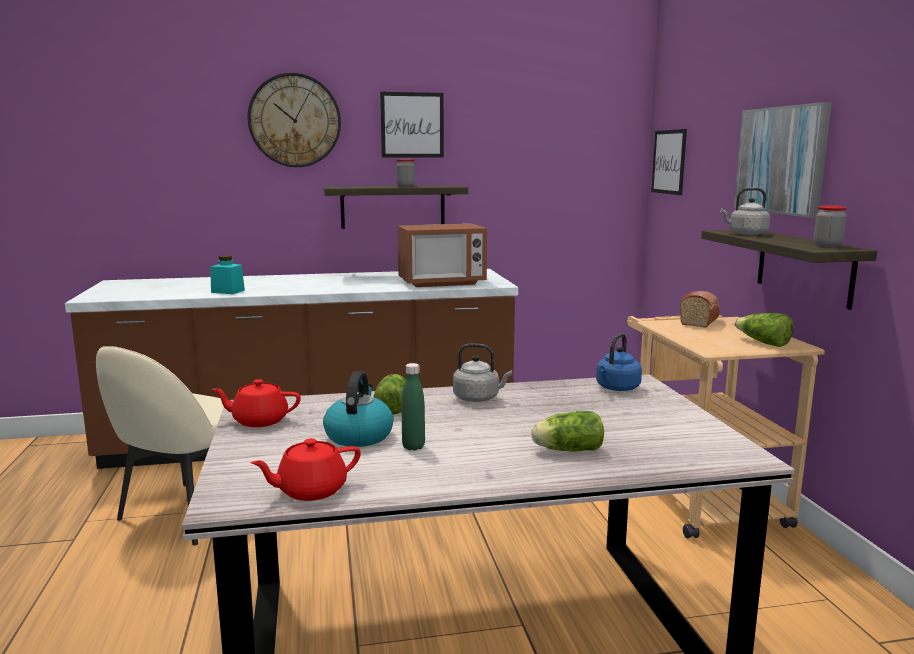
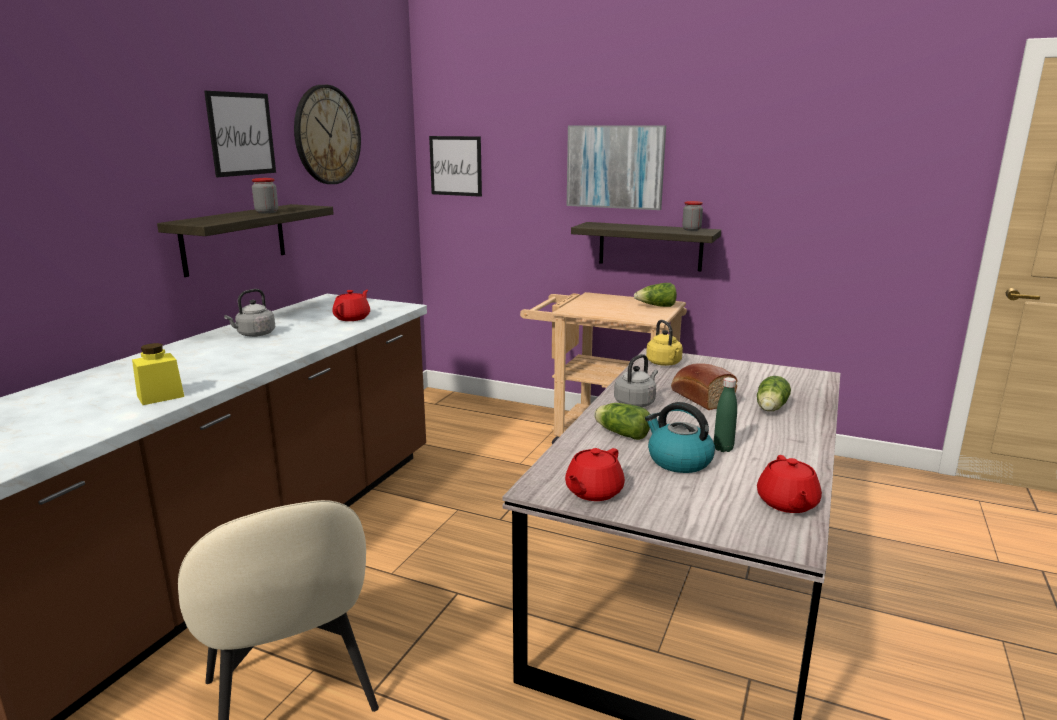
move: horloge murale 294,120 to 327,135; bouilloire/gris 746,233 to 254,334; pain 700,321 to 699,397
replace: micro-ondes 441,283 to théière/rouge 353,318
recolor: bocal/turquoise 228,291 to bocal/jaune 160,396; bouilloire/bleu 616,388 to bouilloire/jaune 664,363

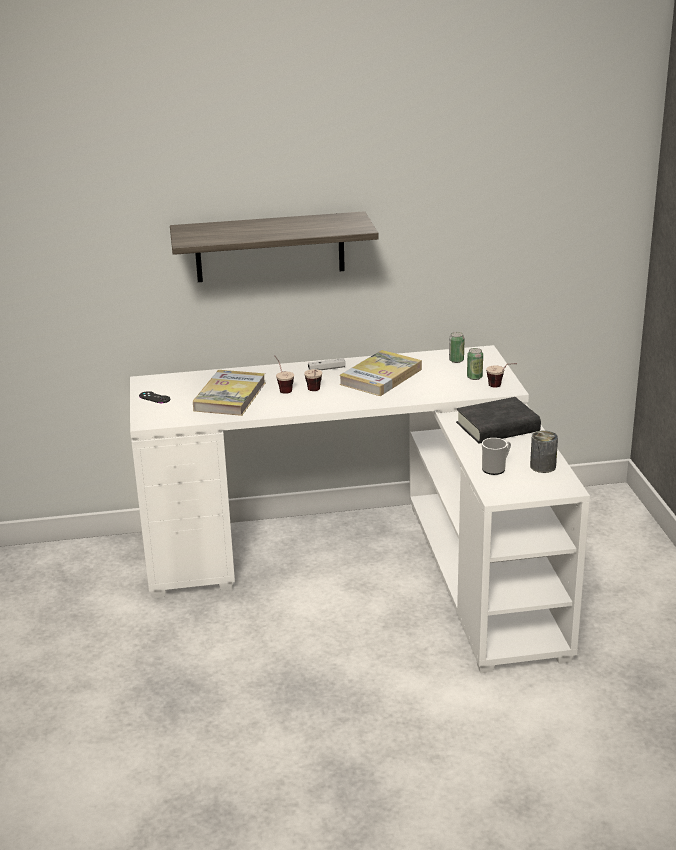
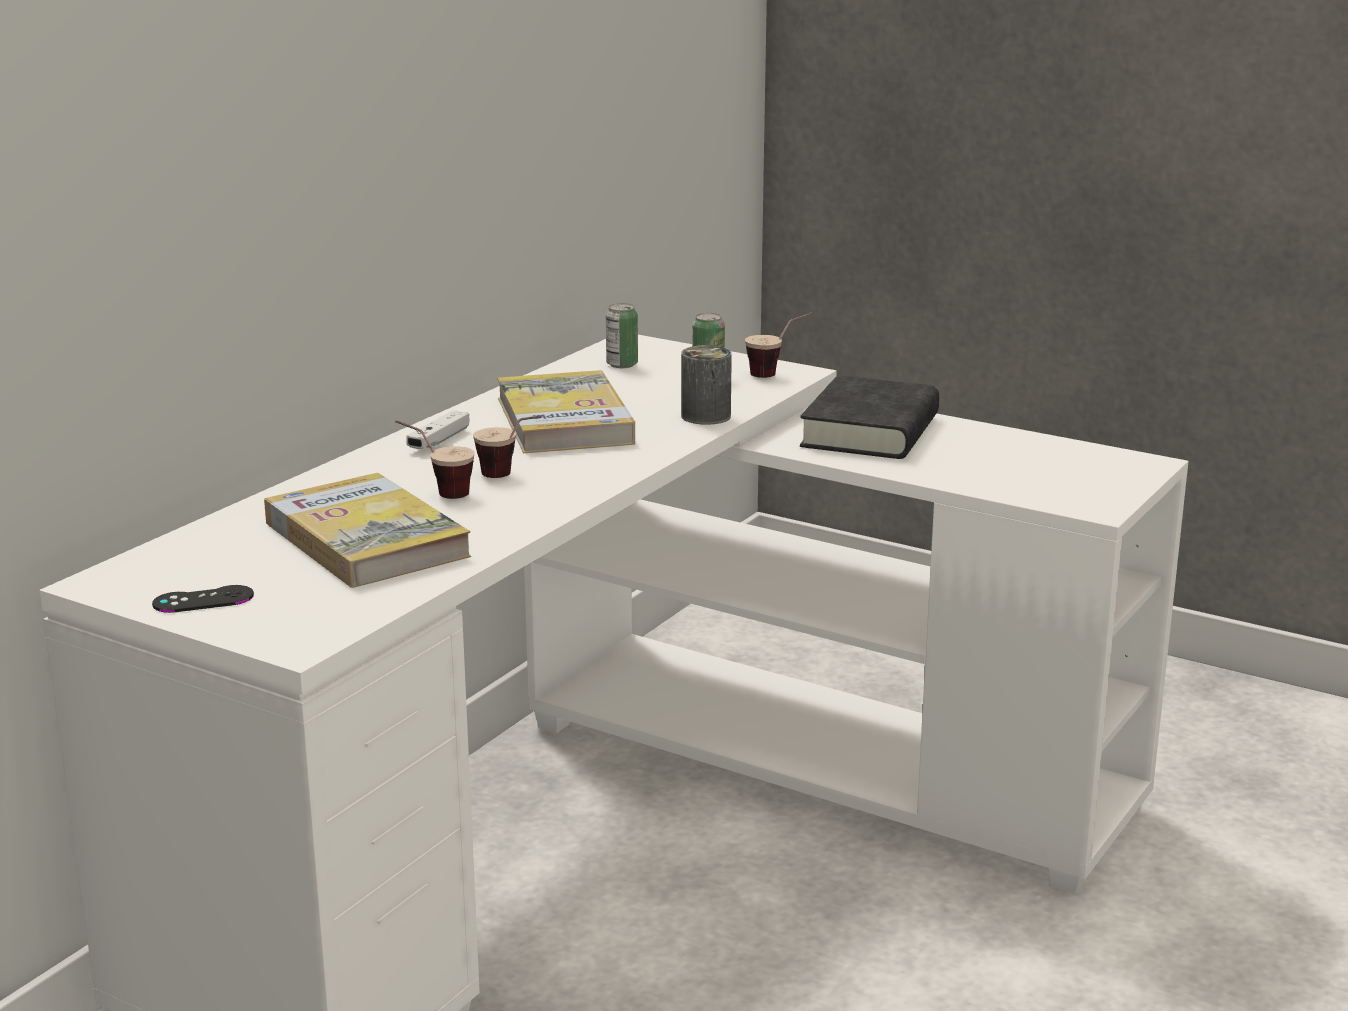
delete: étagère 270,247; mug 496,468
move: boîte métallique 543,466 to 706,416

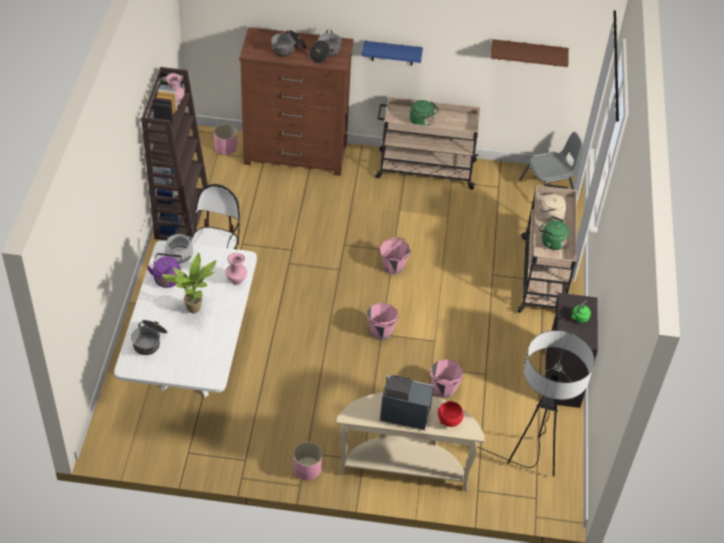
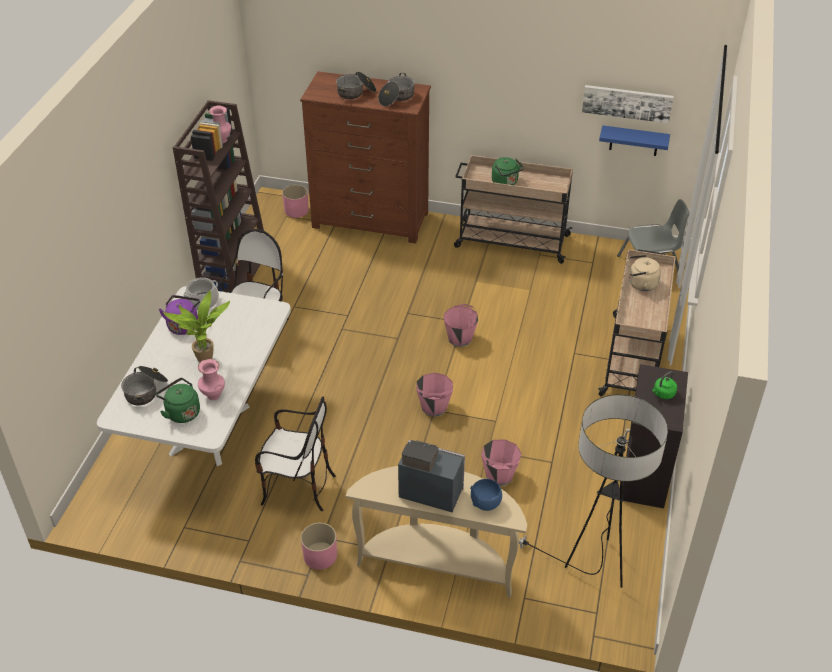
insert: chaise 297,488
move: étagère/bleu 392,53 to 634,141; bouilloire/vert 551,242 to 181,412; vase/rose 236,281 to 213,395
replace: étagère/marron 528,53 to tableau 627,103
recolor: bol/rouge 450,420 to bol/bleu 486,503

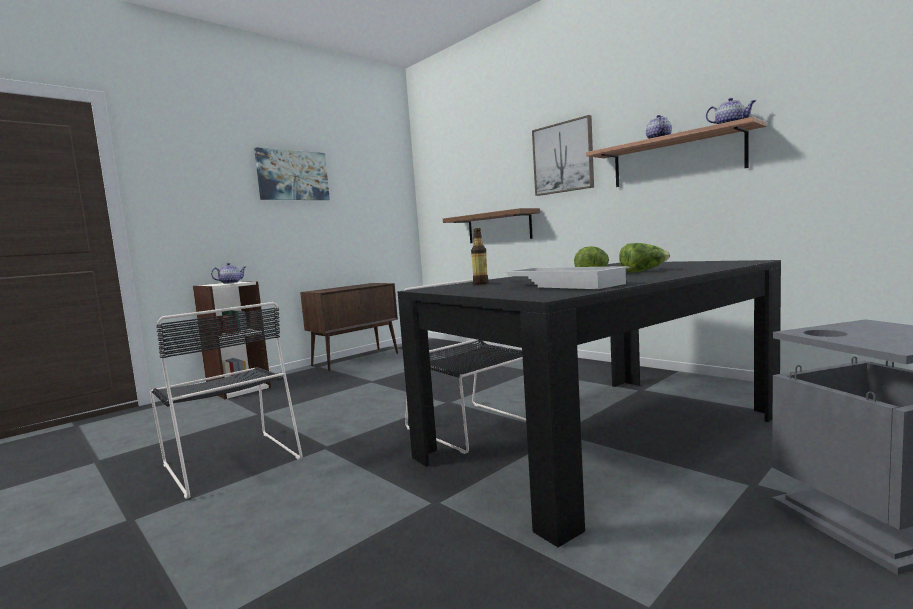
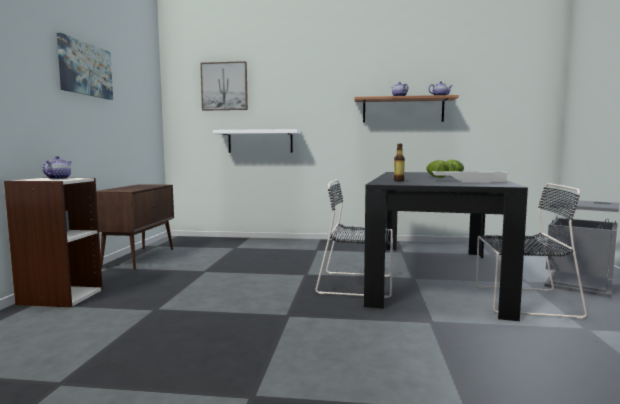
move: tableau 563,158 to 224,86; chaise/noir 230,460 to 521,301
recolor: étagère/marron 499,227 to étagère/blanc 260,141

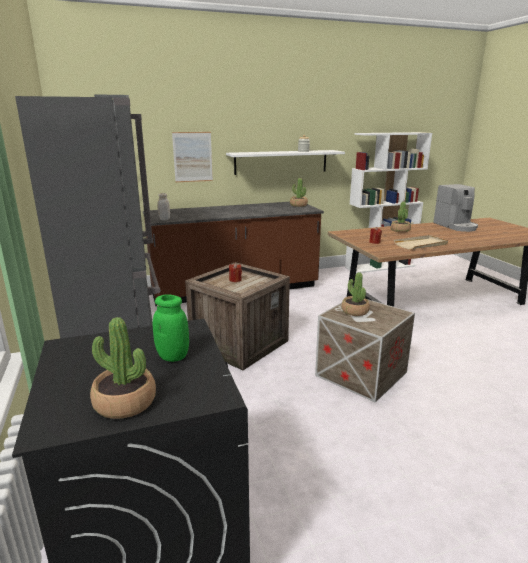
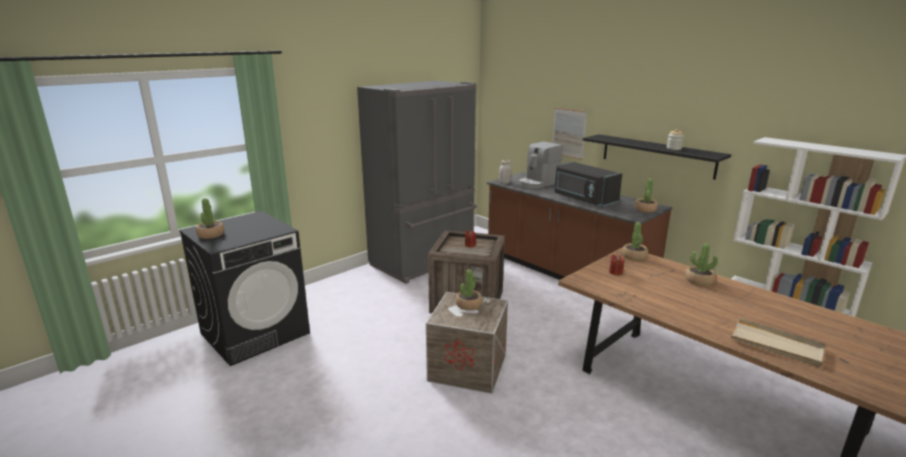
delete: bocal/vert 173,356
insert: micro-ondes/noir 583,199; plante en pot 634,257
move: machine à café 456,226 to 538,183; plateau/beige 421,244 to 776,345
recolor: étagère/blanc 281,162 to étagère/noir 657,155

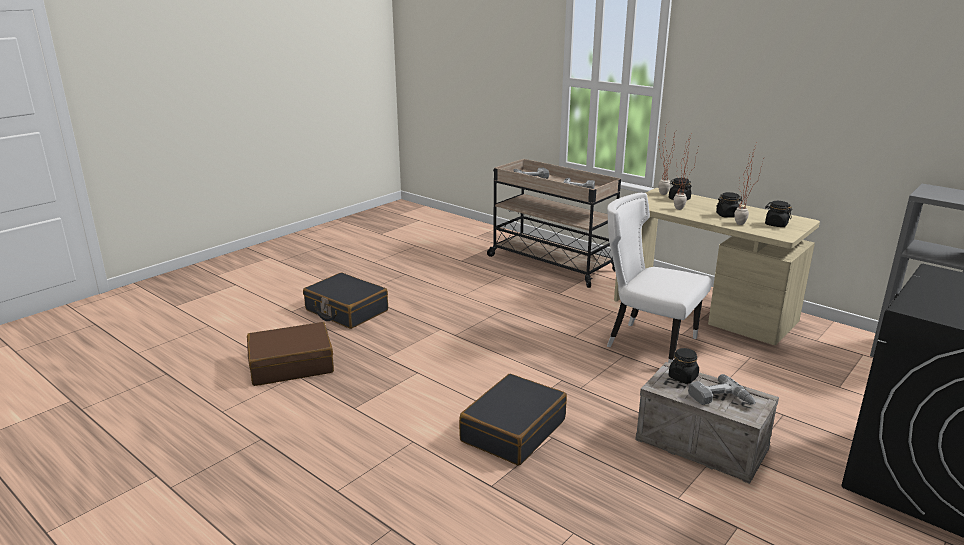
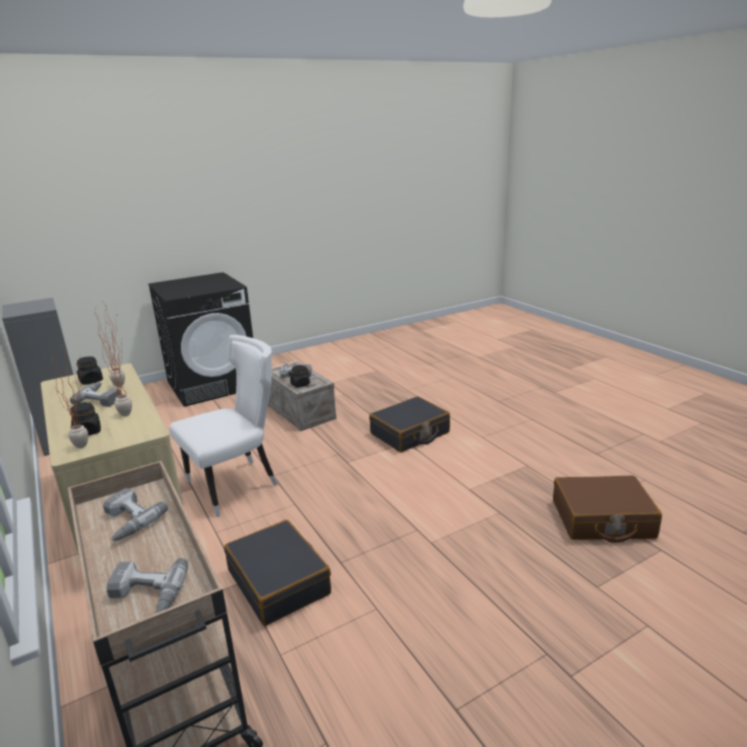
move: valise/noir 346,310 to 279,582
replace: bocal/noir 727,215 to perceuse 102,398
rotate: chaise/blanc 647,343 = 236,484 90 degrees counterclockwise

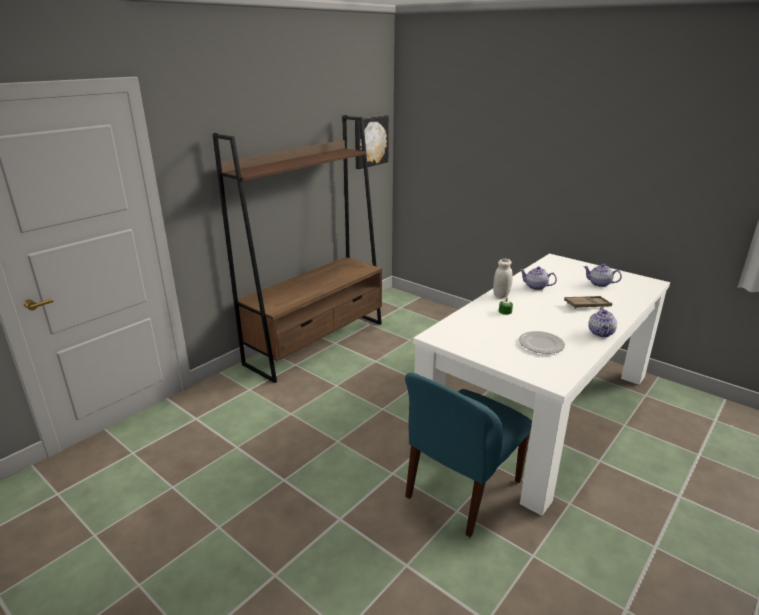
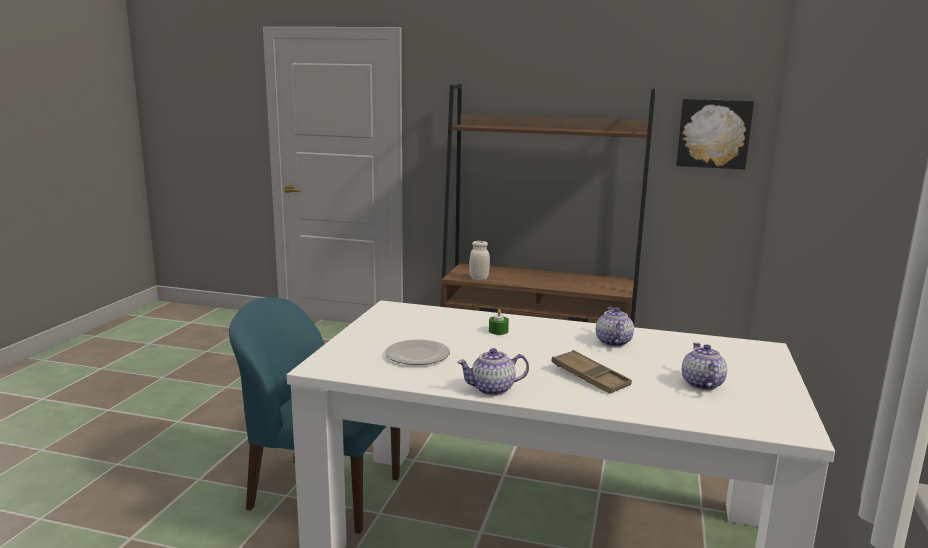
move: bocal/blanc 501,295 to 479,279

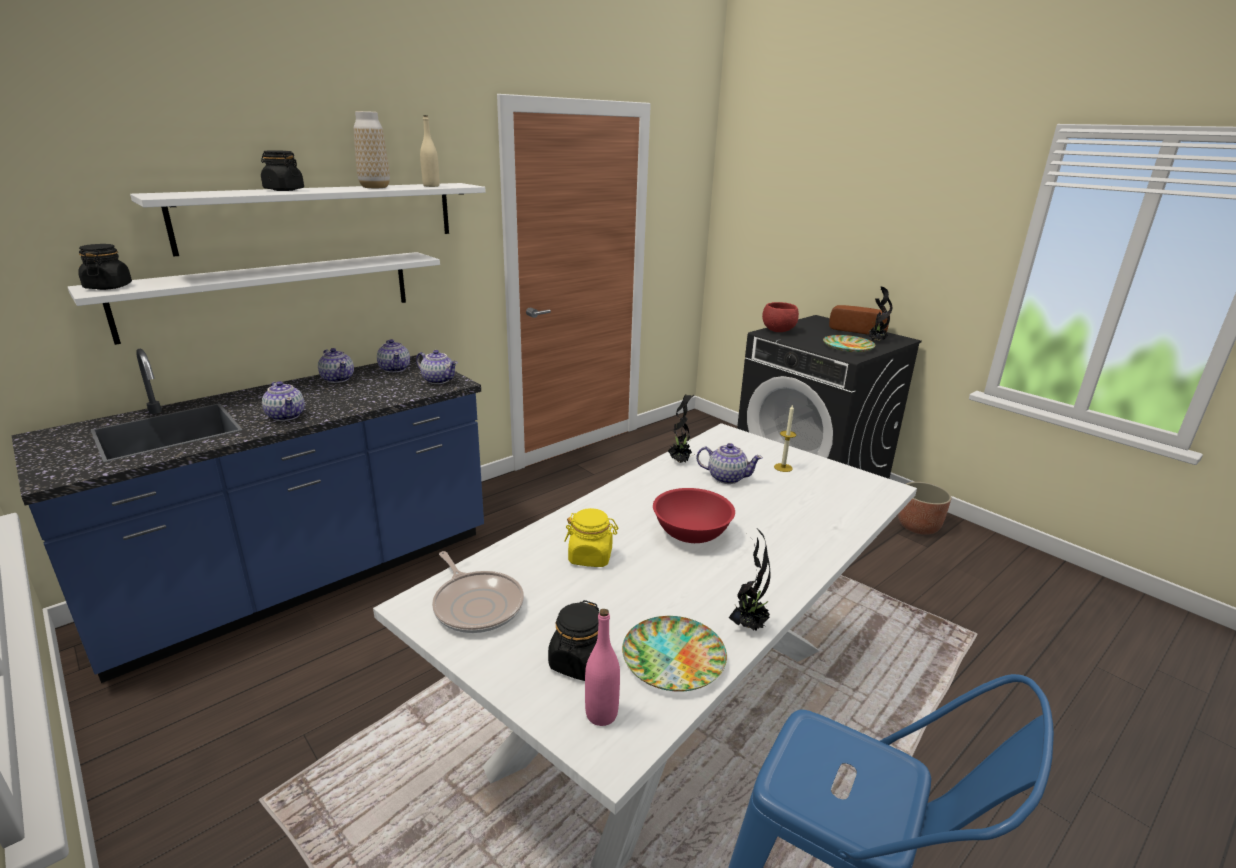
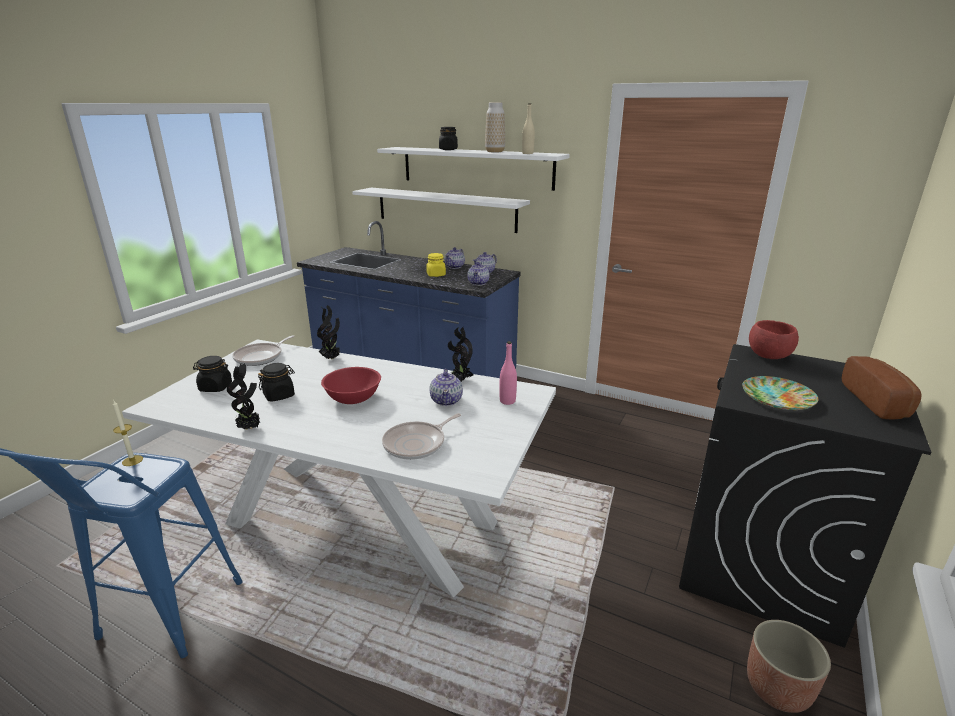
delete: théière 286,416; assiette 672,659
insert: poêle 417,444
move: bocal/noir 108,287 to 279,395; plante en pot 875,341 to 332,358; bougie 783,467 to 132,460; bocal/jaune 591,557 to 436,275; bouteille/rose 601,714 to 507,401

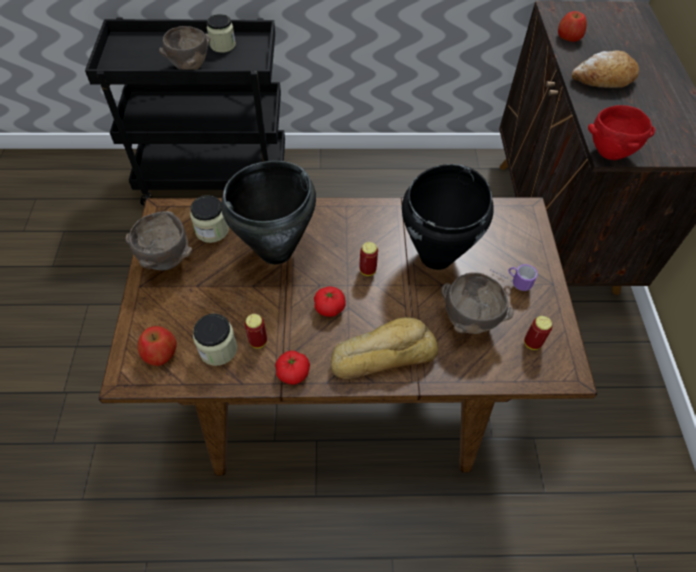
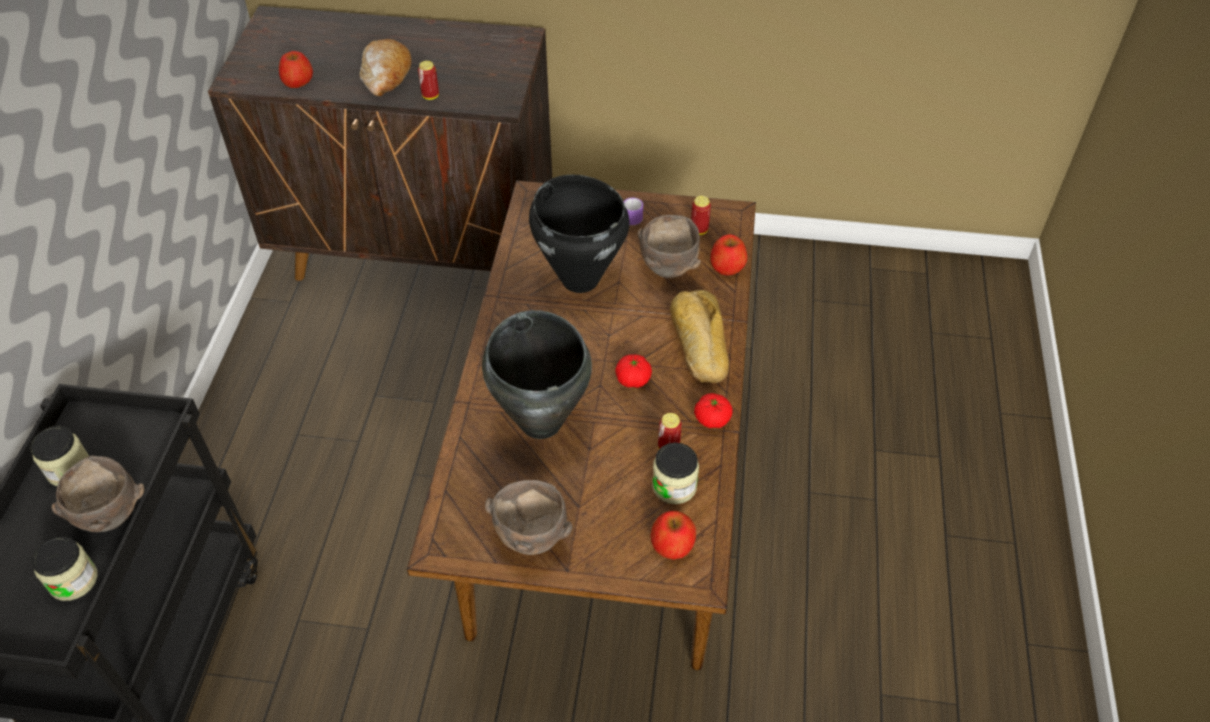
delete: bol/rouge 610,153
insert: pomme 727,266
move: bocal 212,230 to 73,580; boîte métallique 367,270 to 430,96

